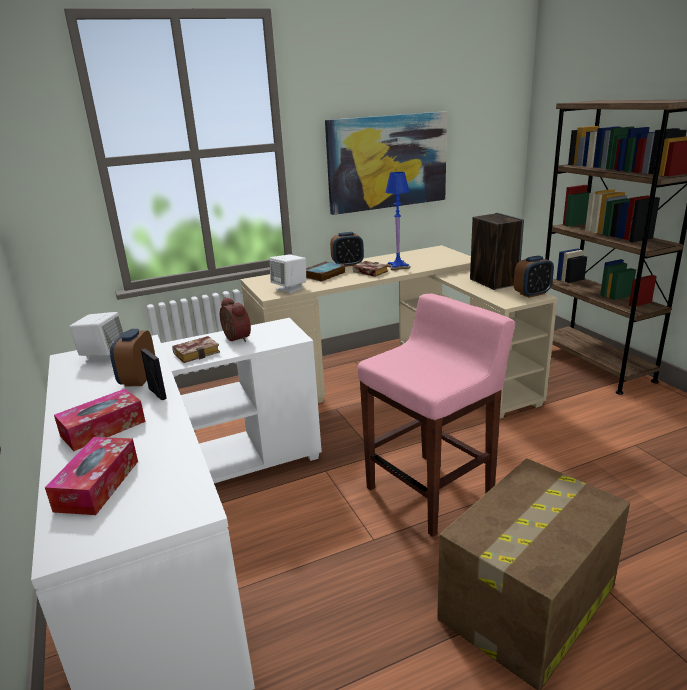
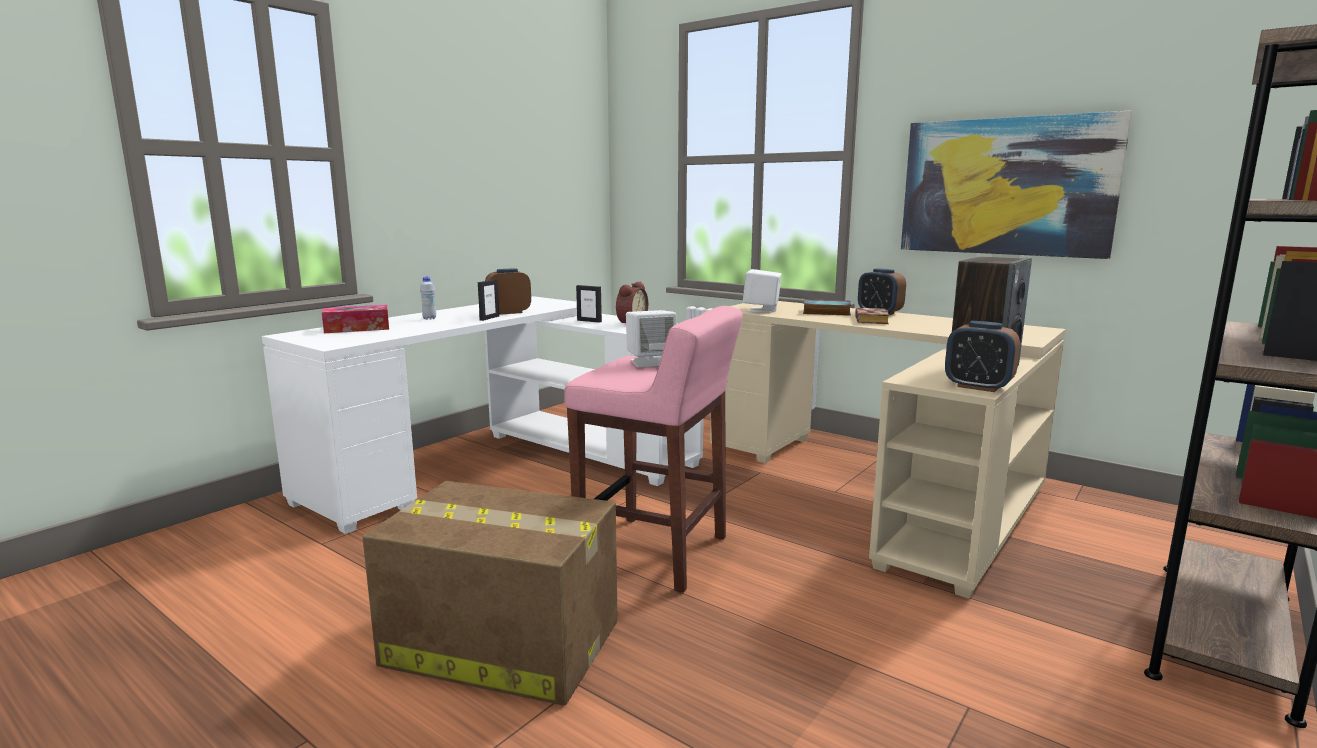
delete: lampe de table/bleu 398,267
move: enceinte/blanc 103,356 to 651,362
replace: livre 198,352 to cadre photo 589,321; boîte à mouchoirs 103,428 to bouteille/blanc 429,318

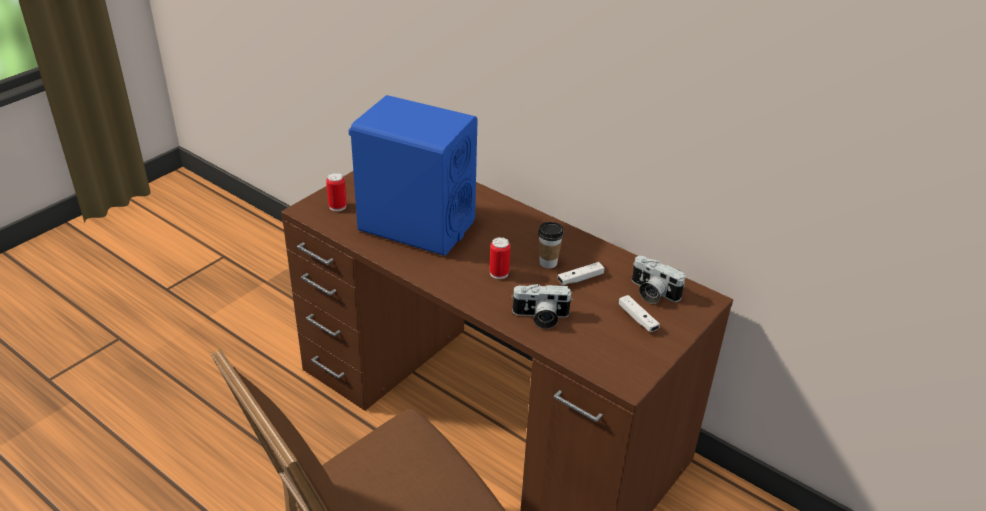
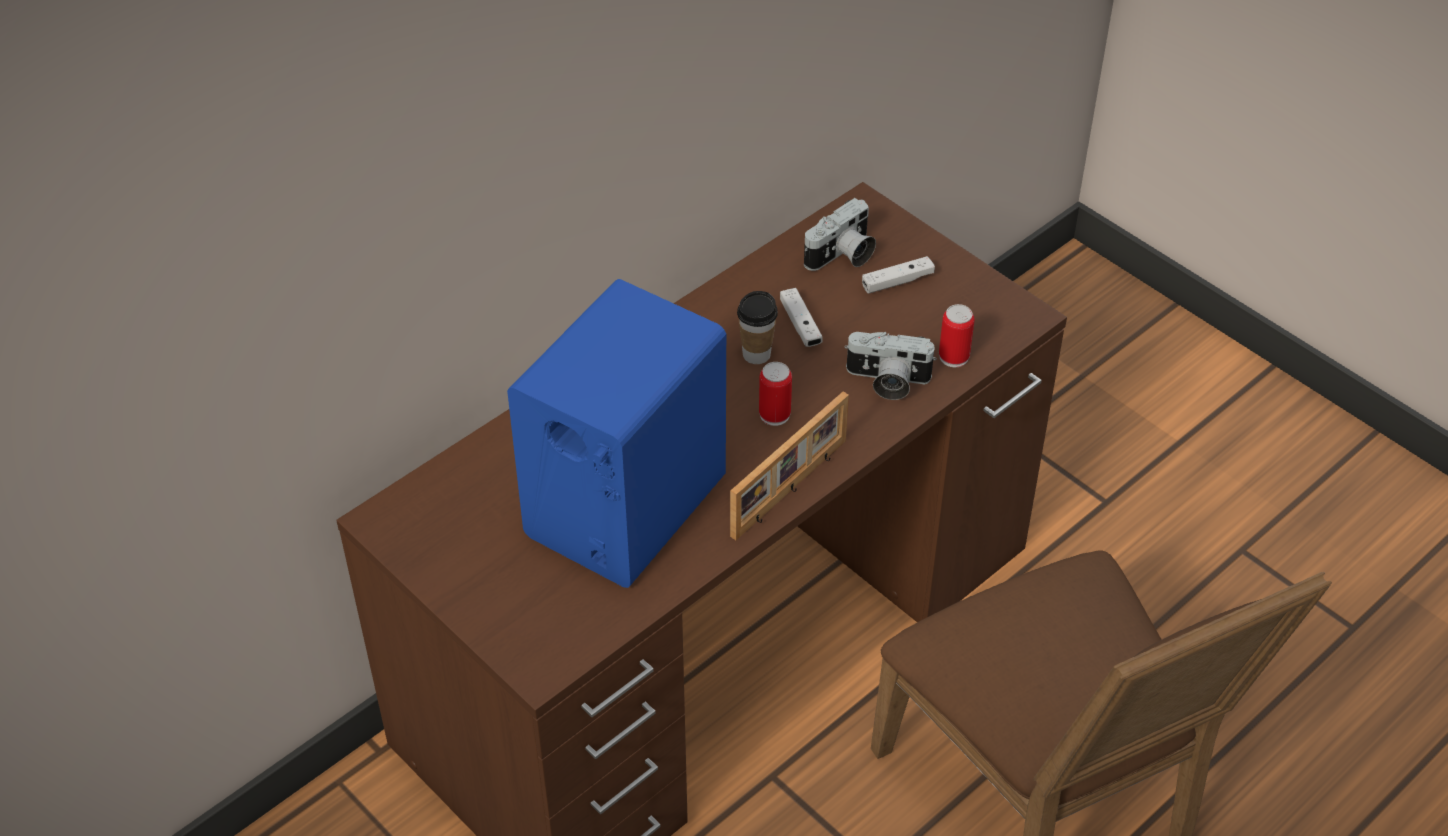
insert: cadre photo 791,489
move: boîte métallique 337,206 to 953,357
rotate: appareil photo 540,317 = 887,381 90 degrees clockwise

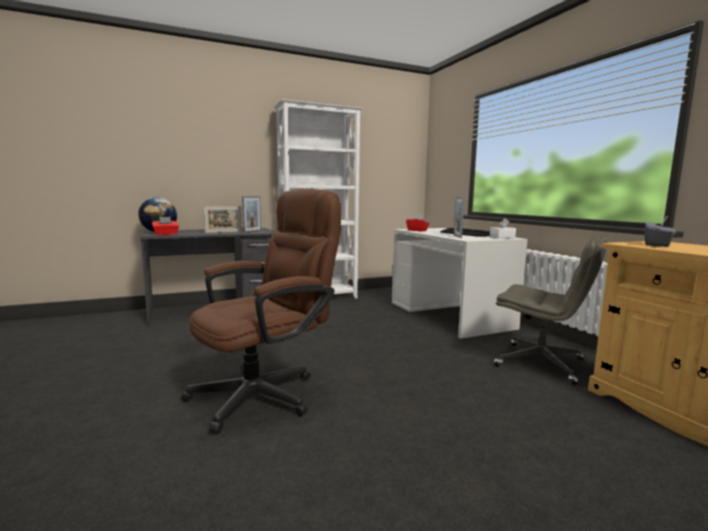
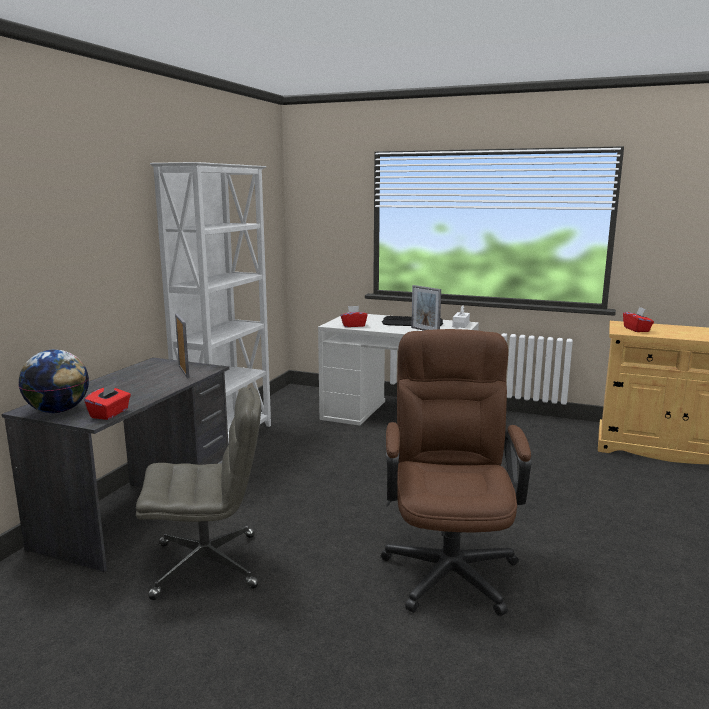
delete: cadre photo 223,232
move: chaise de bureau/gris 541,363 to 208,565
recolor: boîte à mouchoirs/gris 658,245 to boîte à mouchoirs/rouge 637,329

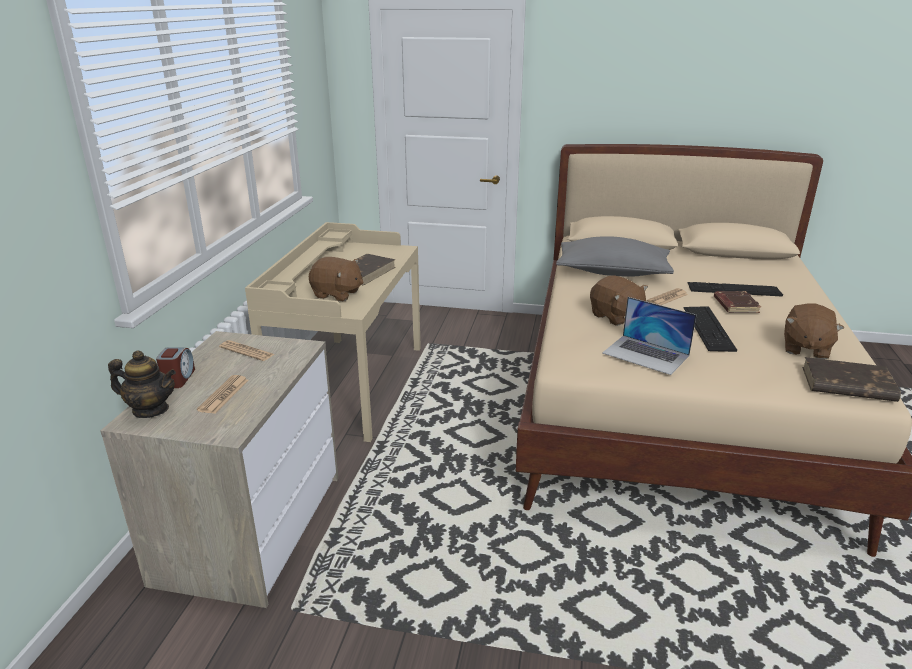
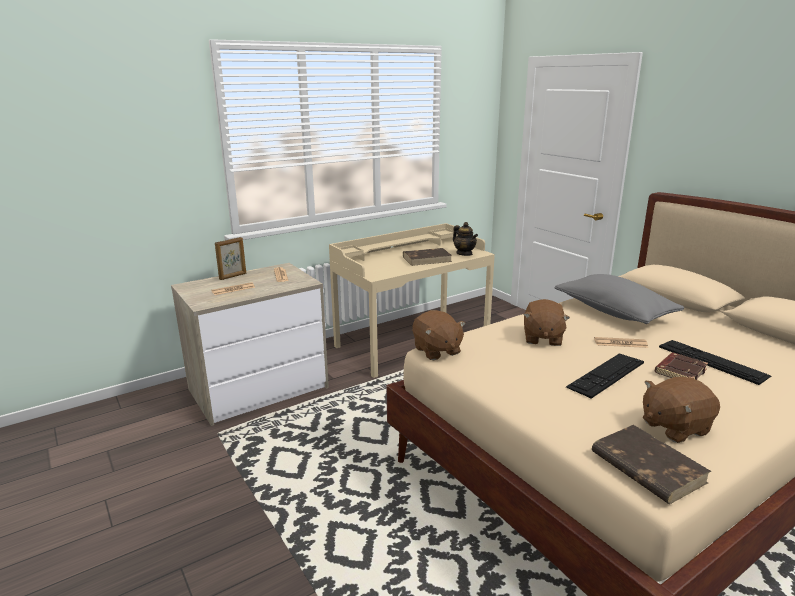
delete: ordinateur portable 646,354
move: peluche/marron 337,294 to 436,351; théière 150,410 to 464,254
replace: réveil 178,378 to cadre photo 233,276

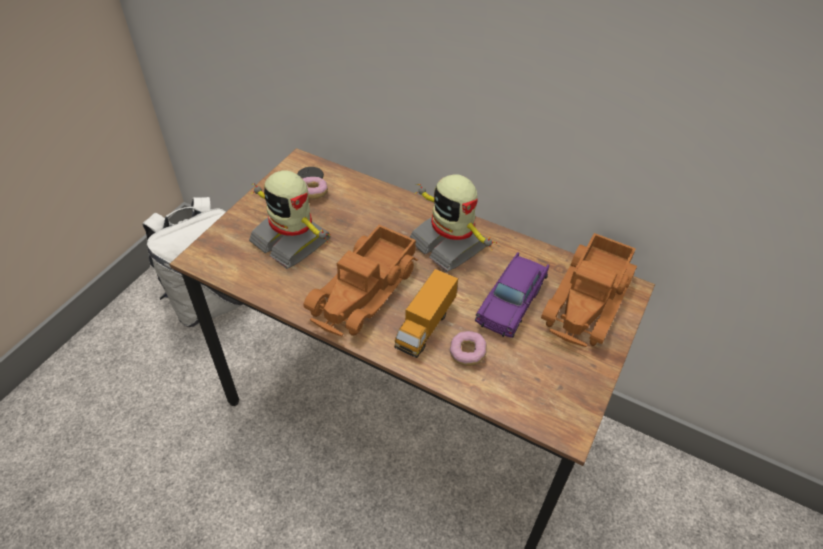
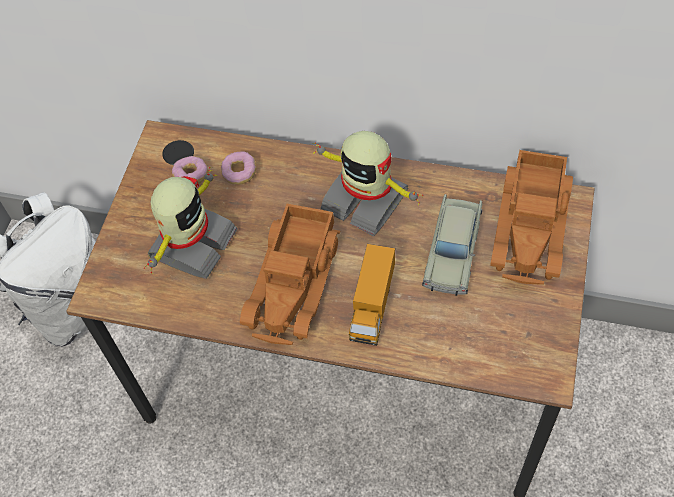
move: beignet 467,353 to 239,172
recolor: petite voiture/violet 512,302 to petite voiture/beige 453,251
rotate: robot jouet 292,240 = 191,243 90 degrees counterclockwise

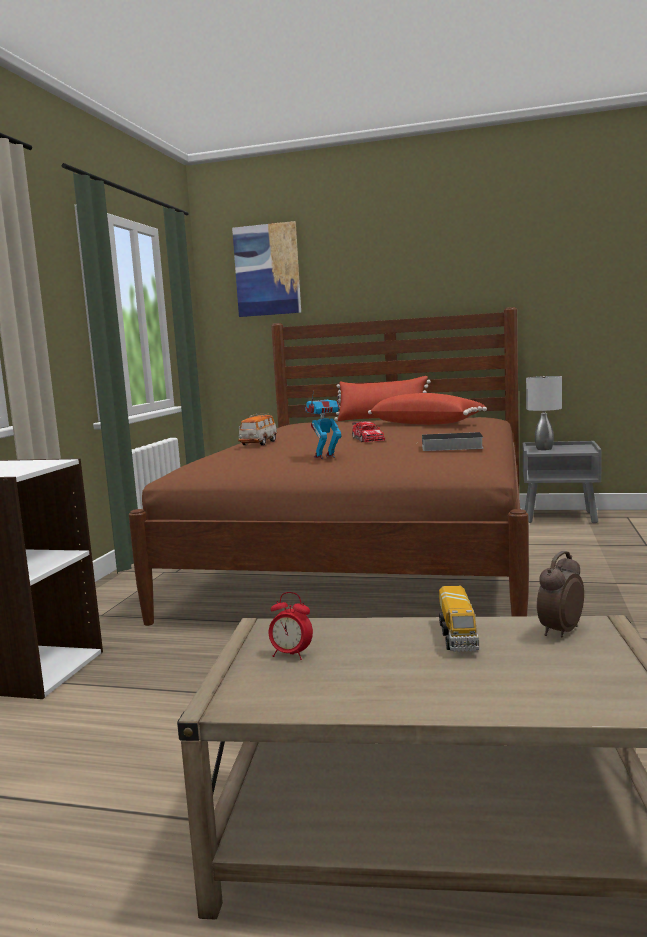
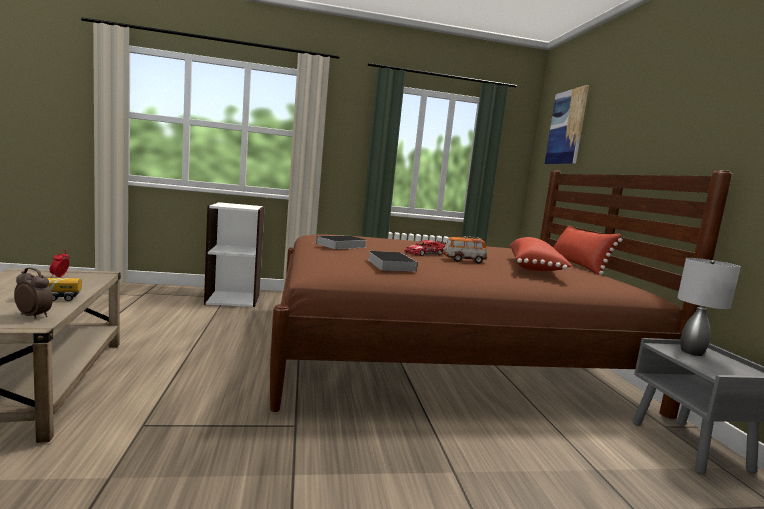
move: petite voiture 258,443 to 463,260
replace: robot jouet 325,457 to livre 340,245

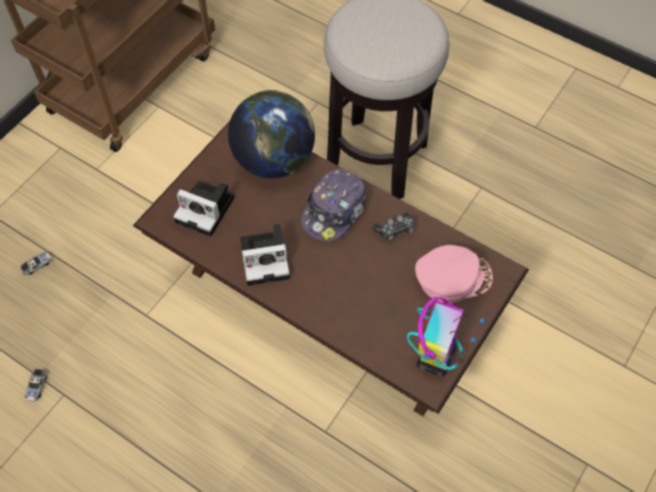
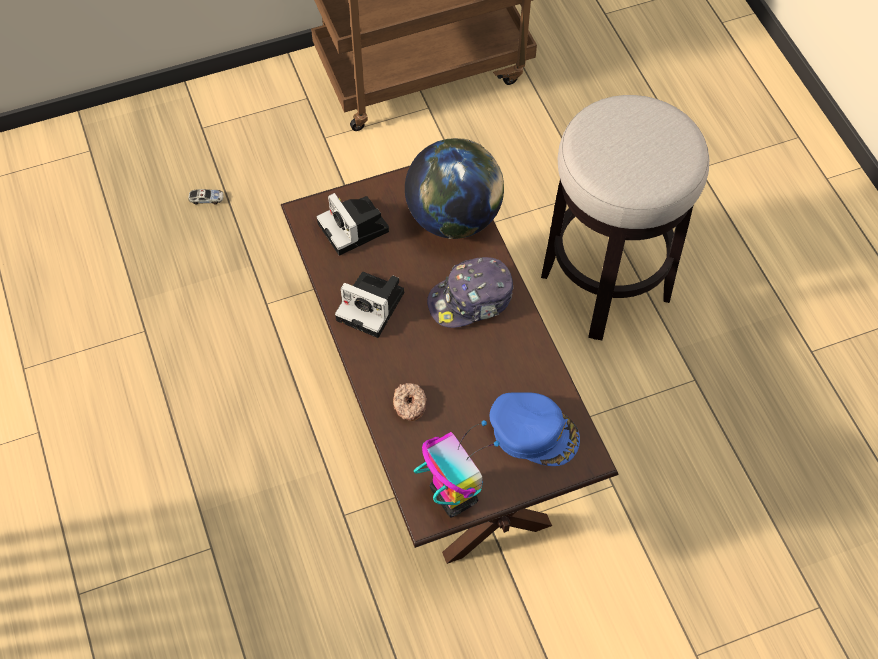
delete: manette 395,230; petite voiture 37,386
insert: beignet 409,405
recolor: casquette/rose 452,276 to casquette/bleu 534,432
rotate: robot jouet 435,357 = 453,495 90 degrees counterclockwise

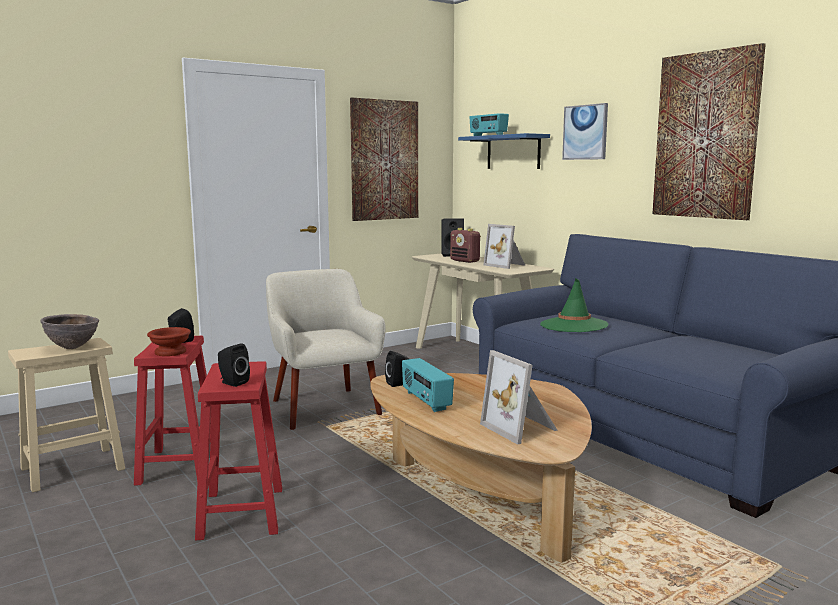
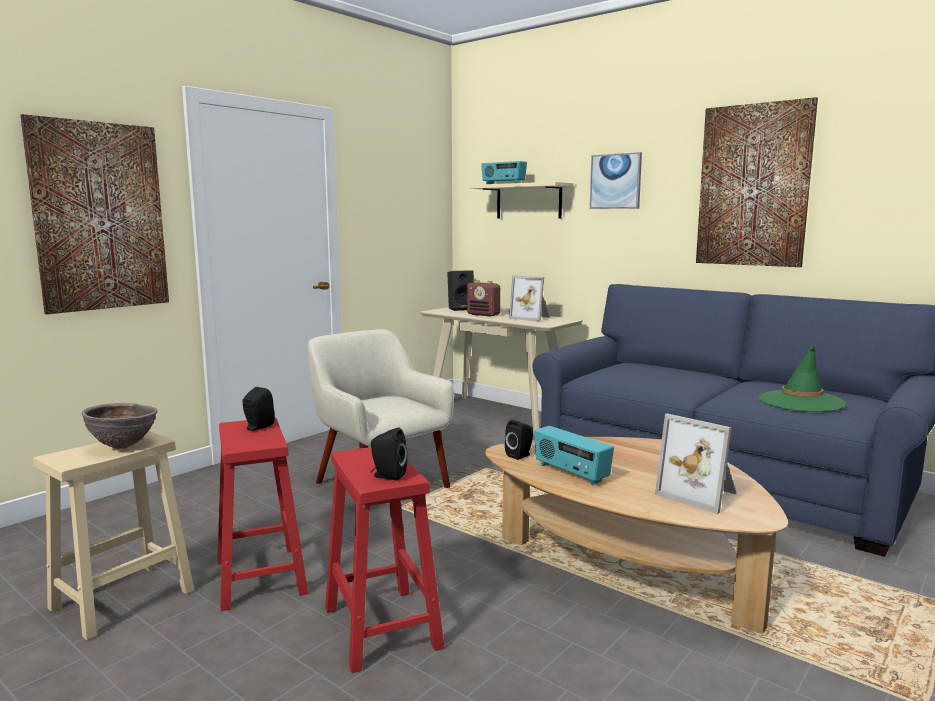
delete: bol/marron 170,352
move: tableau 384,160 to 99,217; chapeau/vert 573,325 to 801,402
recolor: étagère/bleu 513,152 to étagère/beige 528,201

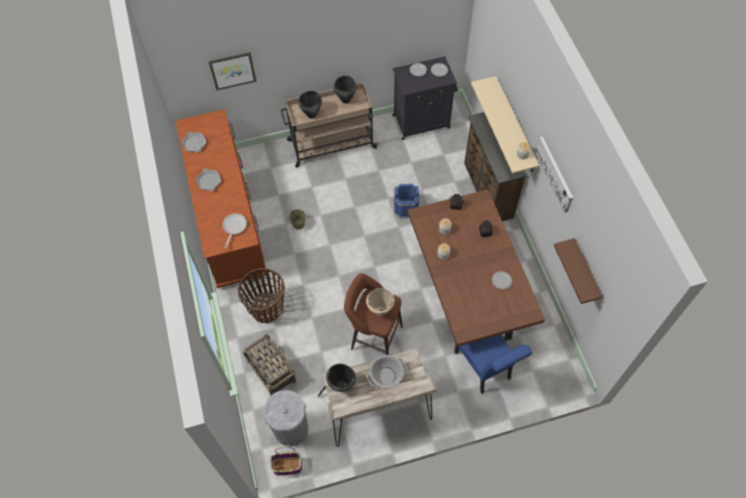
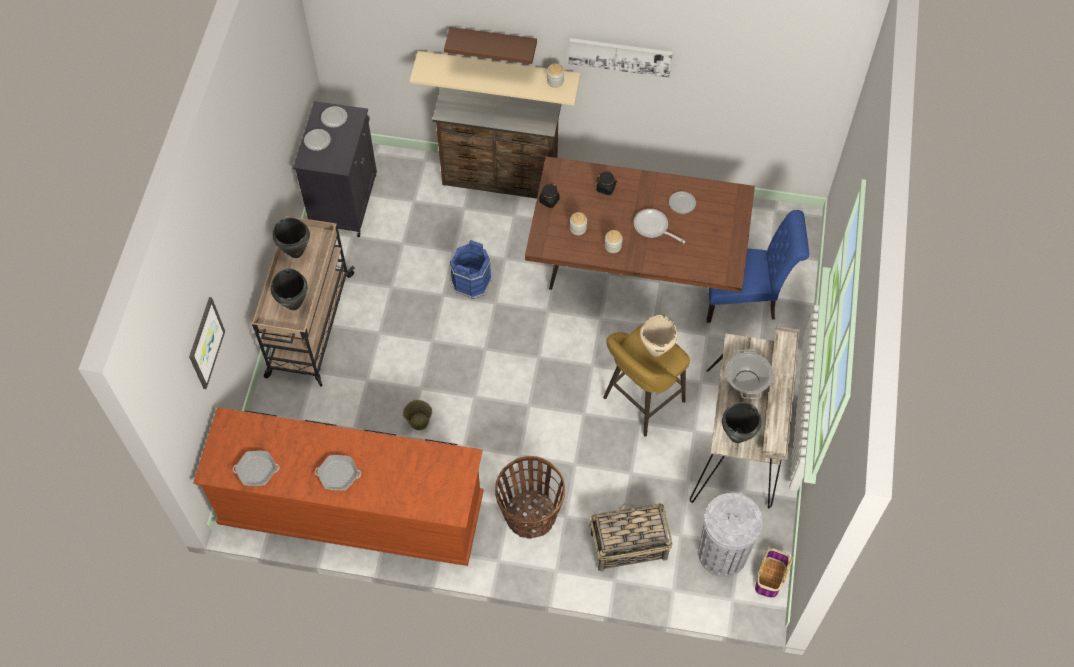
move: poêle 234,227 to 653,227; étagère/marron 585,272 to 493,43
recolor: tabouret/marron 373,336 to tabouret/jaune 640,402

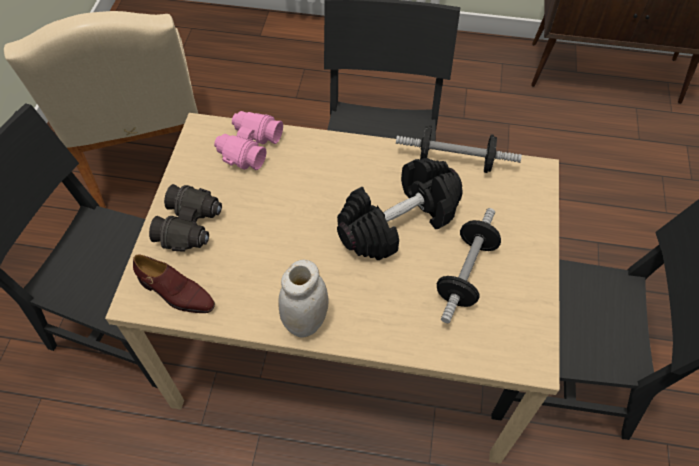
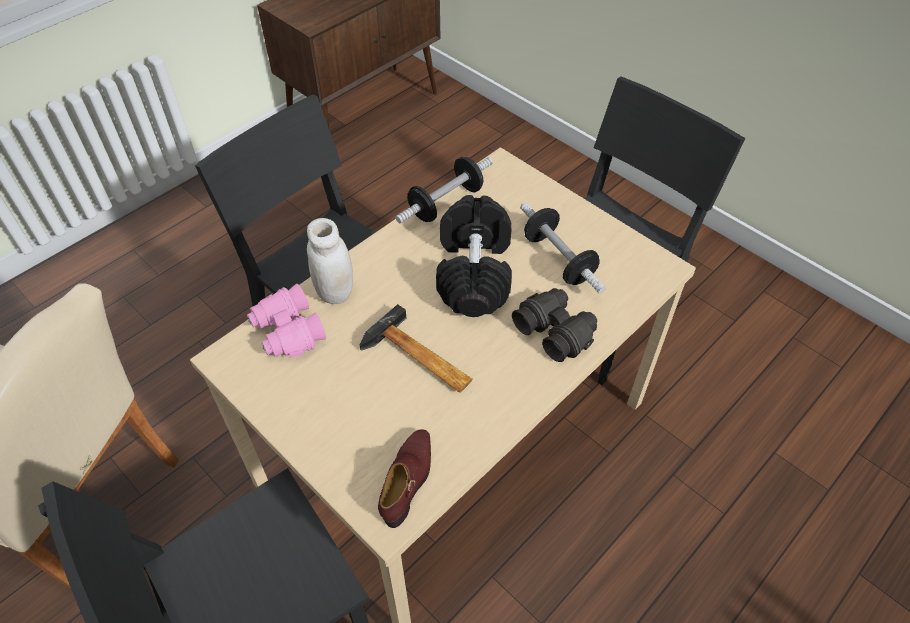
insert: marteau 419,360
move: jumelles/noir 190,225 to 555,330; bocal/blanc 306,321 to 335,291
rotate: chaussure/marron 176,293 = 408,480 45 degrees counterclockwise

